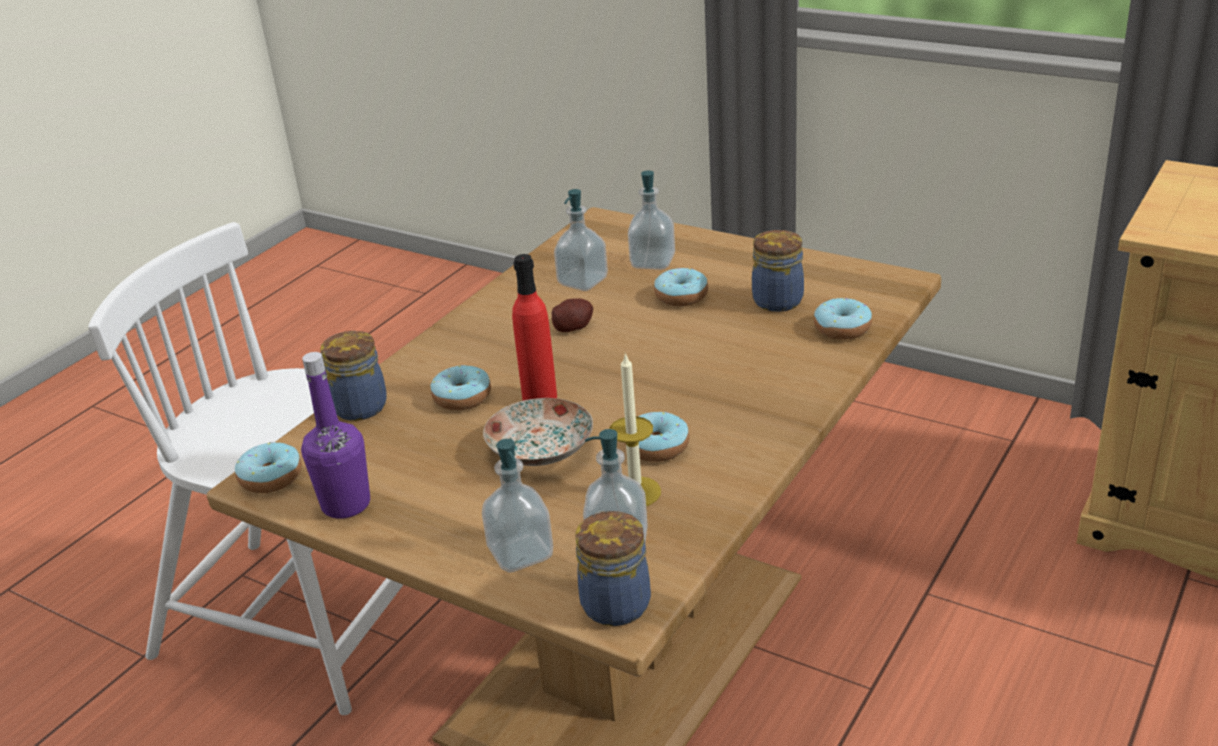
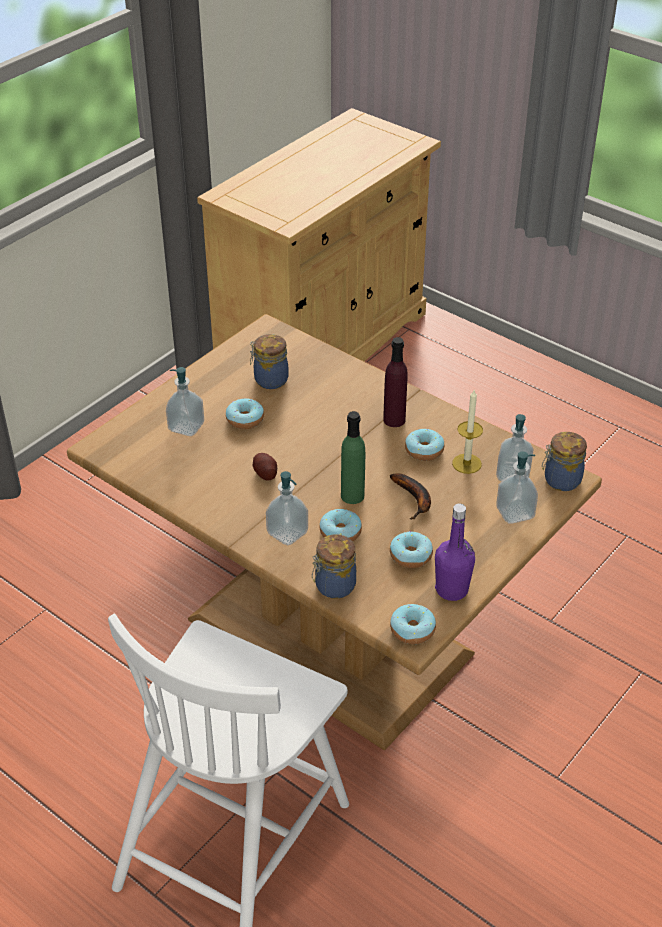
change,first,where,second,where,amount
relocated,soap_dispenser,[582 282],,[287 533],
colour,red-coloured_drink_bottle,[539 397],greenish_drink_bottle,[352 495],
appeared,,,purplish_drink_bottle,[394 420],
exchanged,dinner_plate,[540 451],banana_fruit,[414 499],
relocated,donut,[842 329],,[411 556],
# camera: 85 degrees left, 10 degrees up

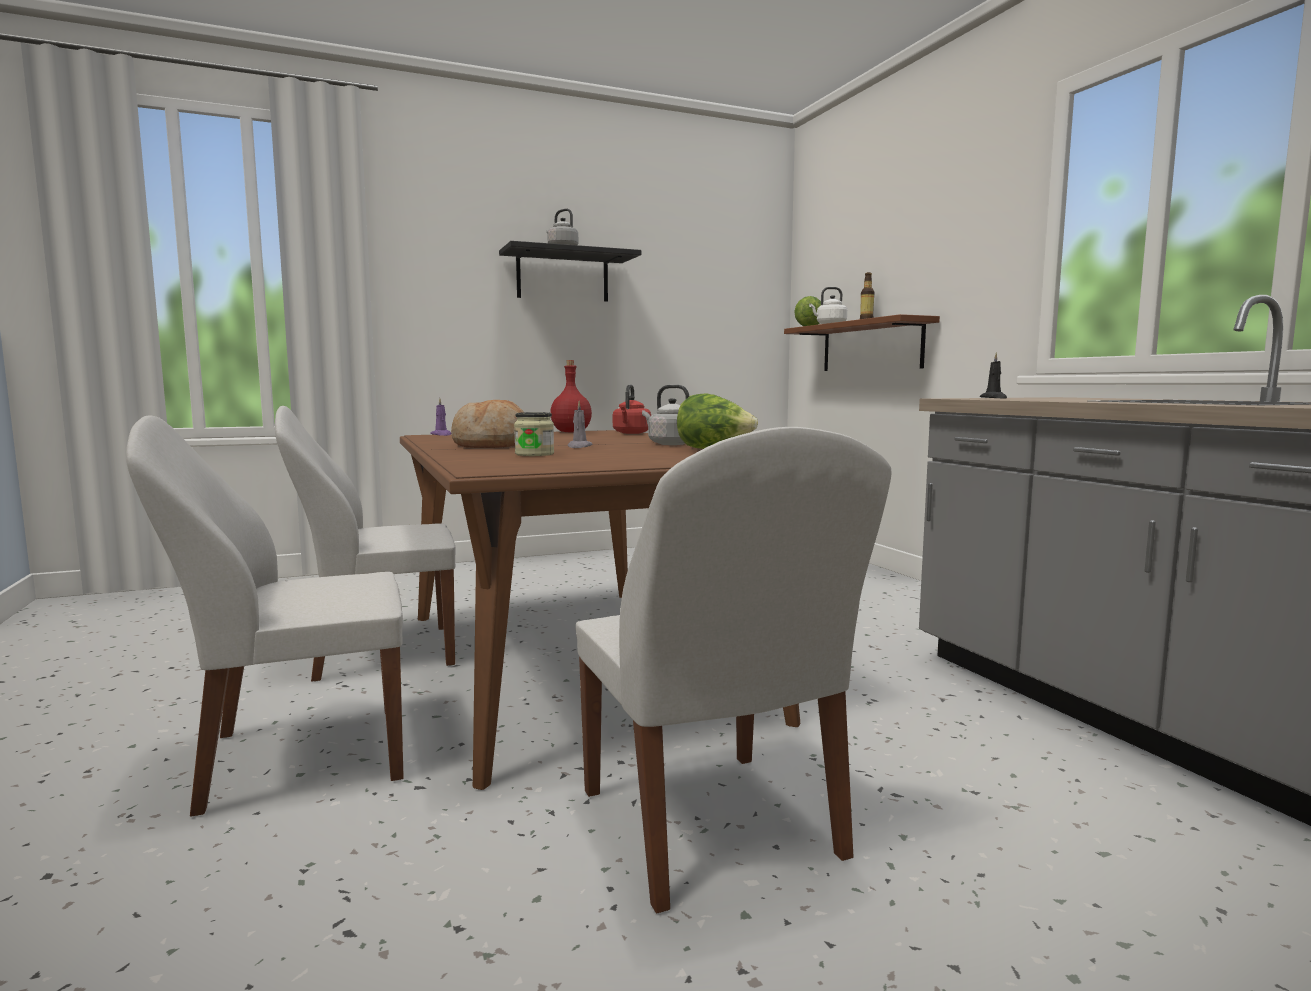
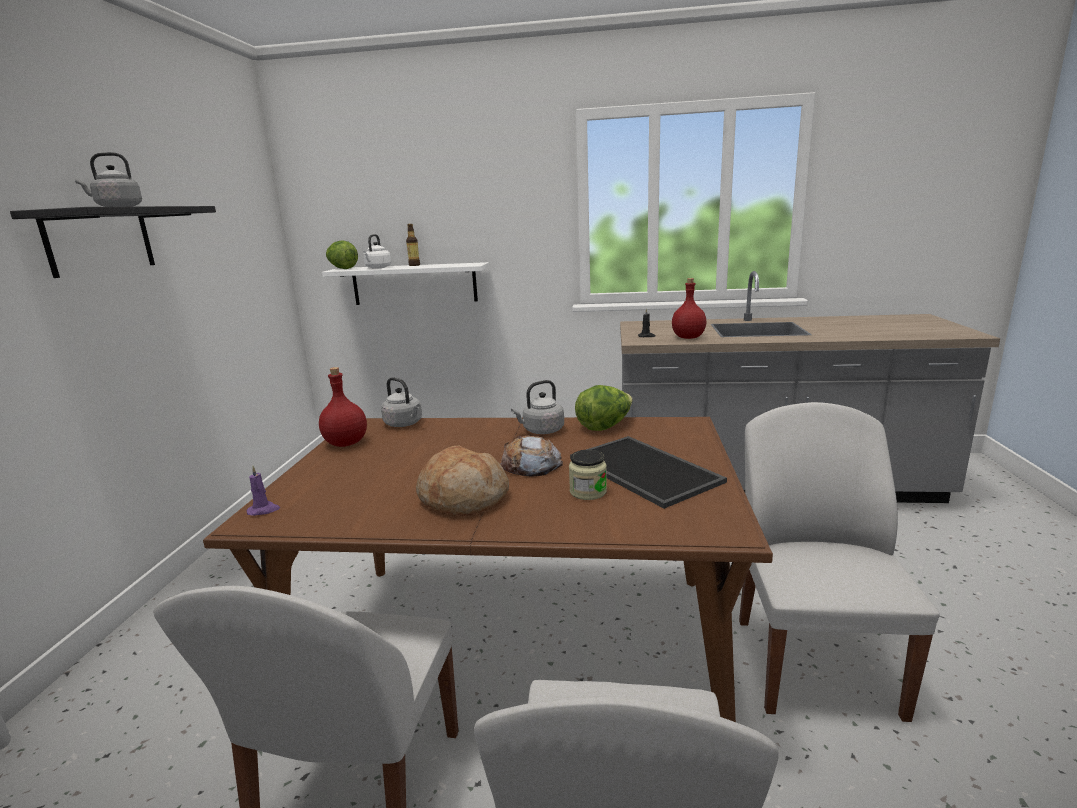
change,first,where,second,where,amount
colour,brown-coloured_wall_shelf,[871 346],white-coloured_wall_shelf,[414 284],
colour,red-coloured_tea_kettle,[631 433],greyish_tea_kettle,[404 424],
exchanged,greyish_wax_candle,[579 447],bakery_bread,[531 465],
appeared,,,tray,[646 470],
appeared,,,red-coloured_drink_bottle,[688 337],
spun,white-coloured_chair,[712 828],,[814 662],90 degrees counterclockwise
# camera: 60 degrees left, 10 degrees up

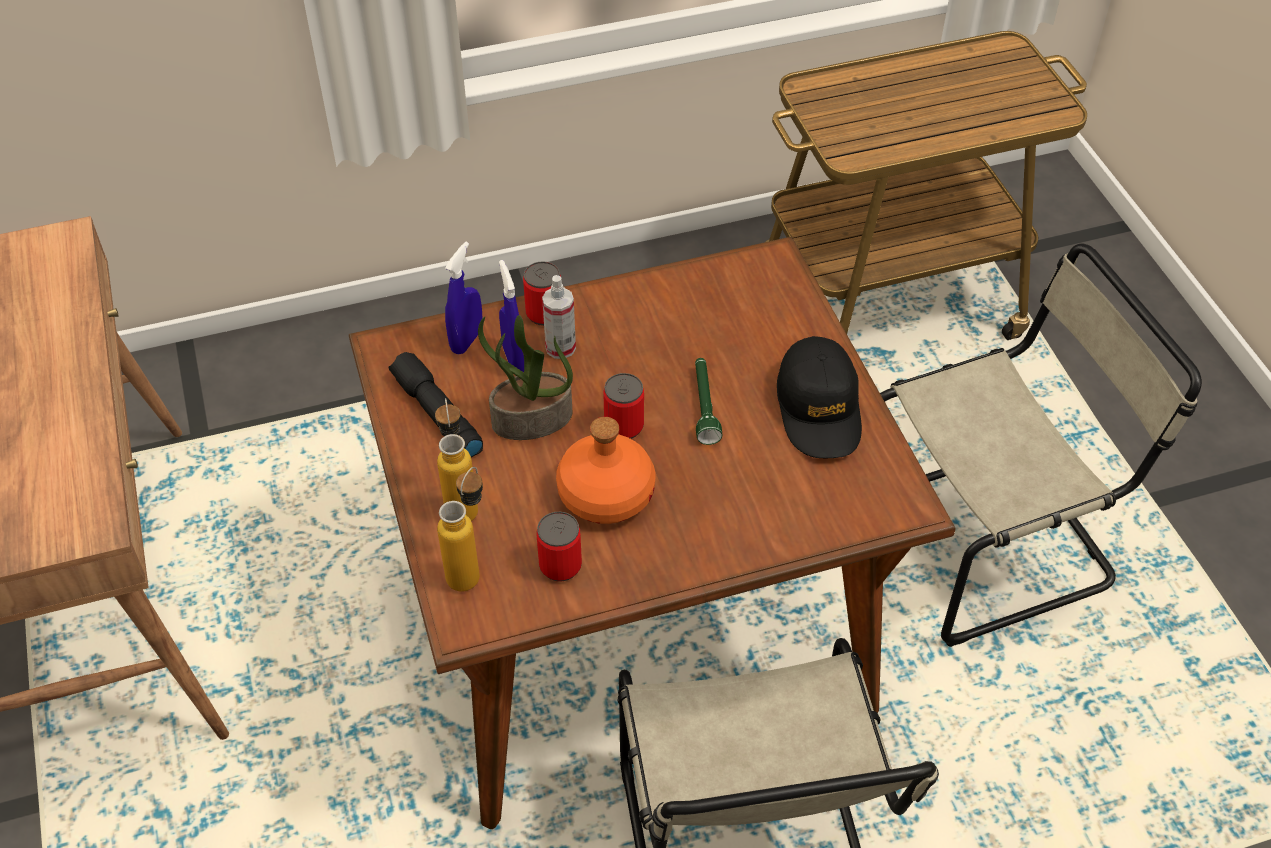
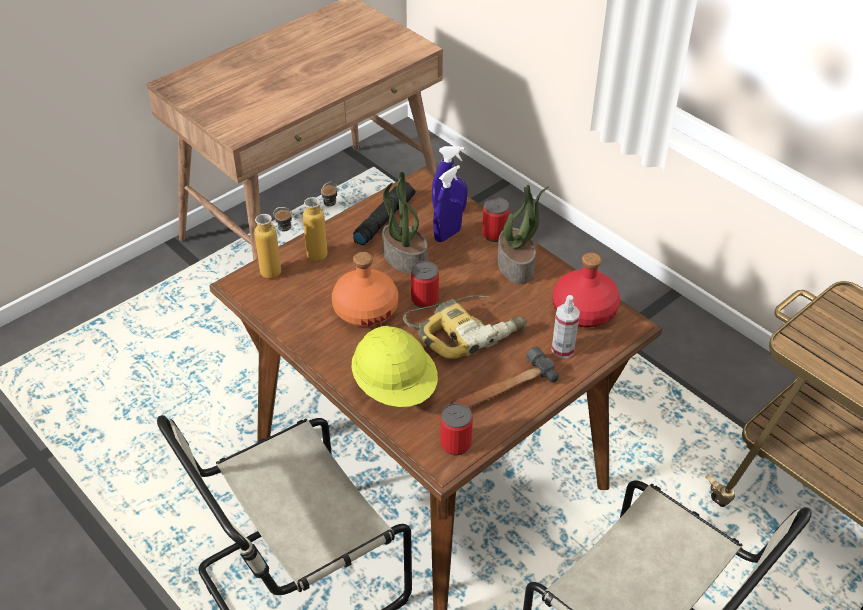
change,first,where,second,where,amount
appeared,,,yellow-coloured_hard_hat,[395 387],
exchanged,greenish_torch,[704 406],power_drill,[466 331],
relocated,sealed_can,[560 566],,[455 444],
exchanged,blackish_cap,[819 408],hand_hammer,[502 389],
appeared,,,houseplant,[516 266],
relocated,spray_bottle,[560 348],,[562 349],
appeared,,,red-coloured_drink_bottle,[585 310],
# camera: 65 degrees right, 5 degrees down

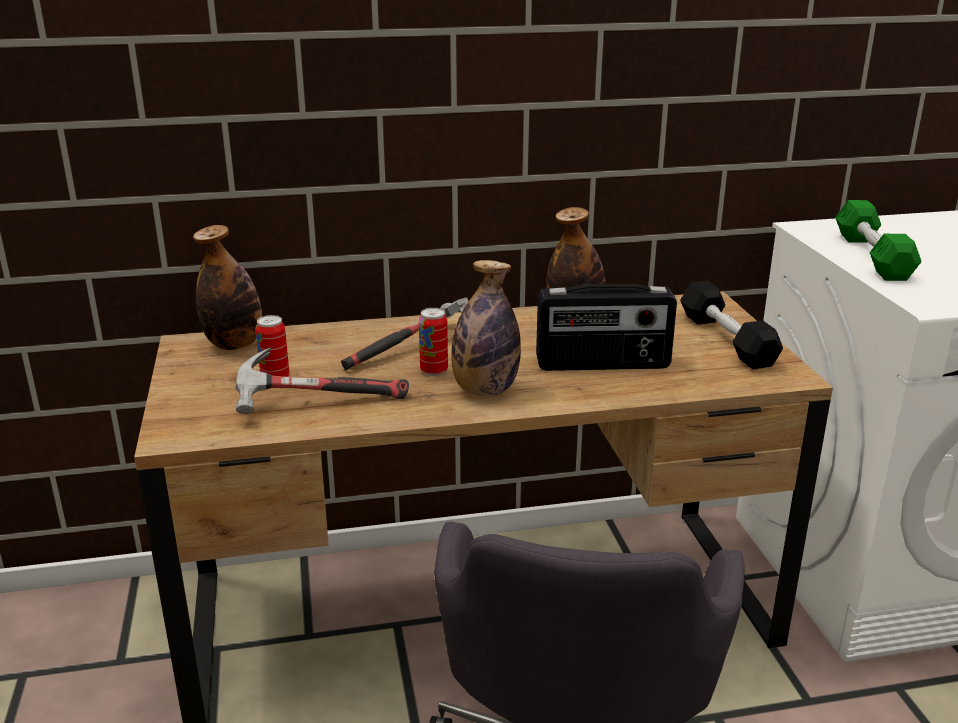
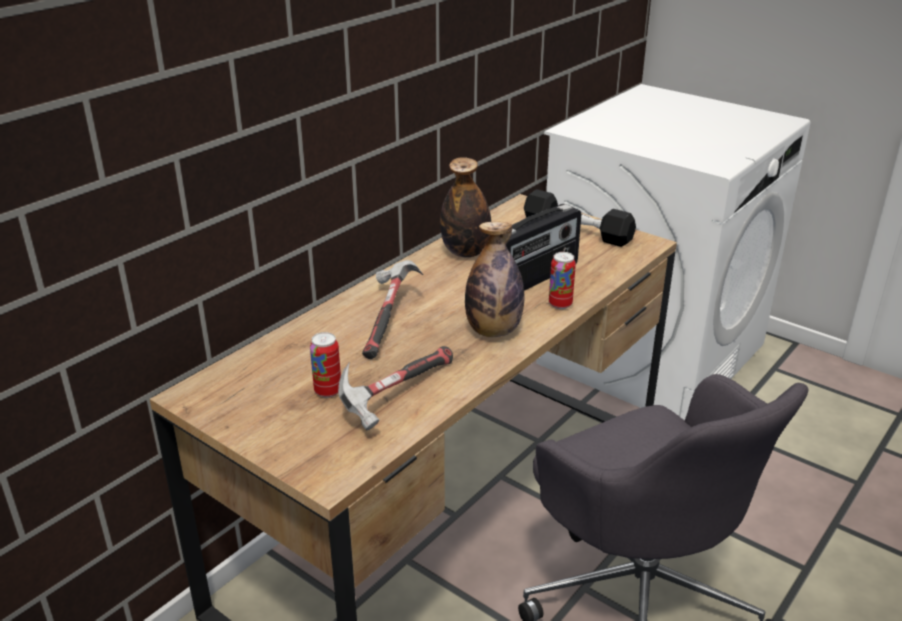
change,first,where,second,where,amount
relocated,sealed_can,[434 371],,[560 304],
missing,drink_bottle,[234 344],,,
missing,greenish_free_weight,[872 256],,,
# camera: 40 degrees left, 5 degrees up

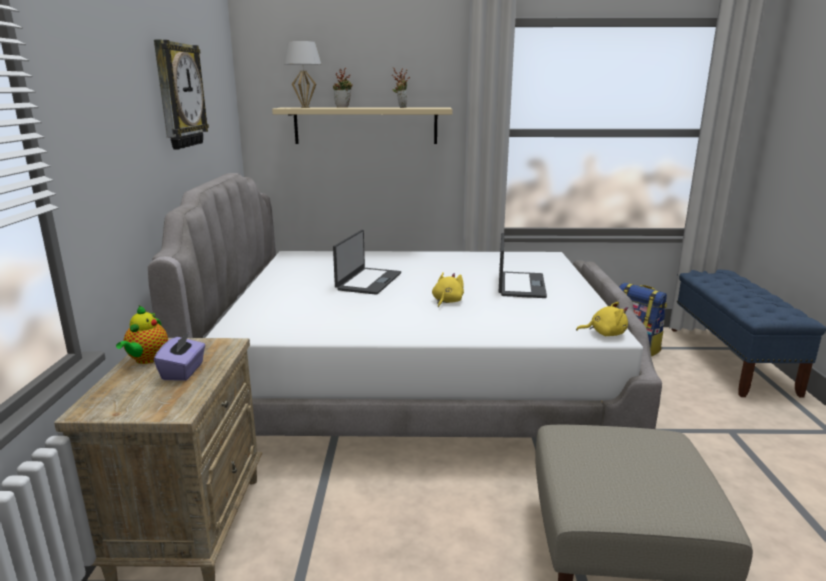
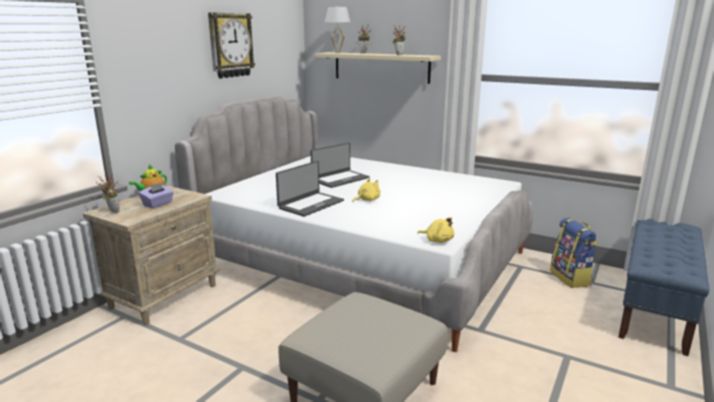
change,first,where,second,where,amount
appeared,,,houseplant,[112 211],
relocated,portable_computer,[520 285],,[310 204],
# camera: 30 degrees right, 0 degrees up

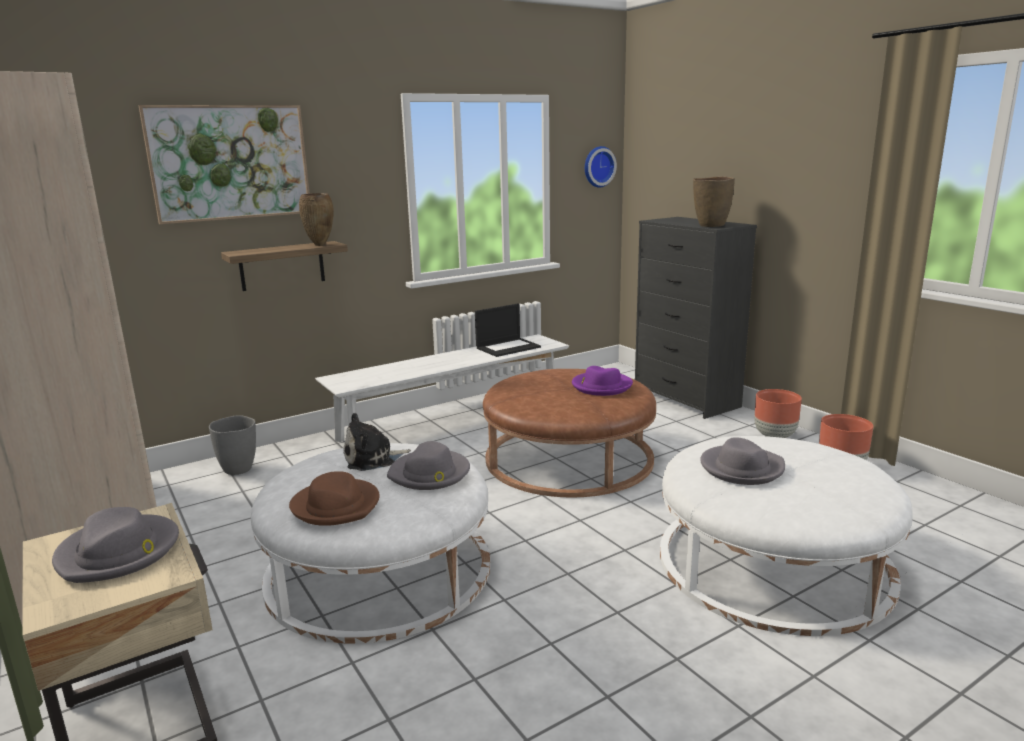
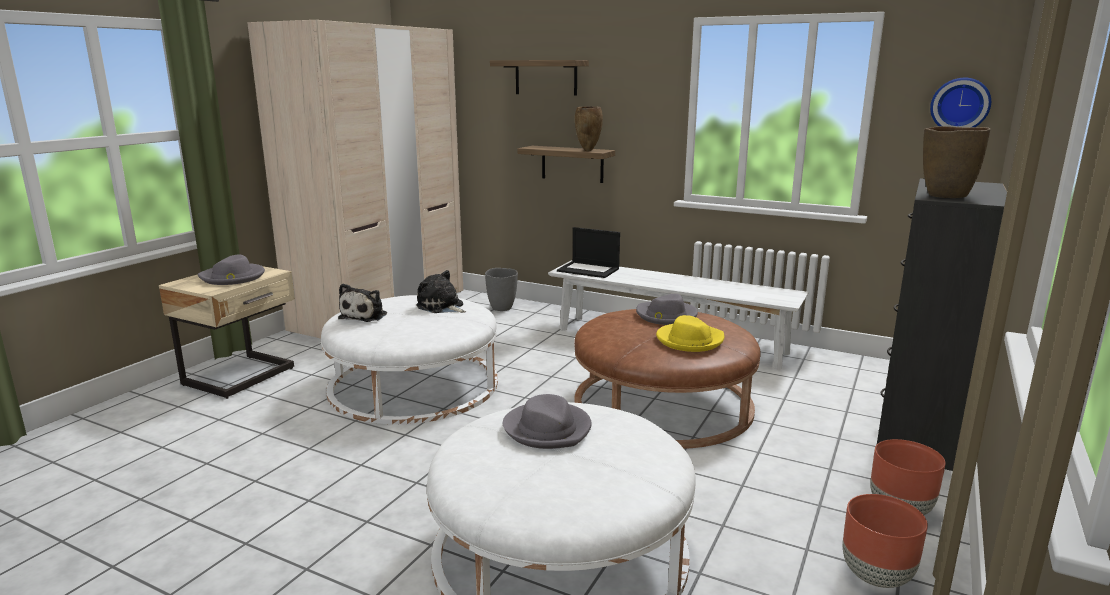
change,first,where,second,where,amount
exchanged,brown-coloured_hat,[336 506],cuddly_toy,[365 315],
exchanged,wall_picture,[230 162],wall_shelf,[546 77],
relocated,portable_computer,[508 347],,[589 270],
relocated,greyish_hat,[430 474],,[666 316],
colour,purplish_hat,[601 386],yellow-coloured_hat,[689 340],
# camera: 60 degrees right, 0 degrees up

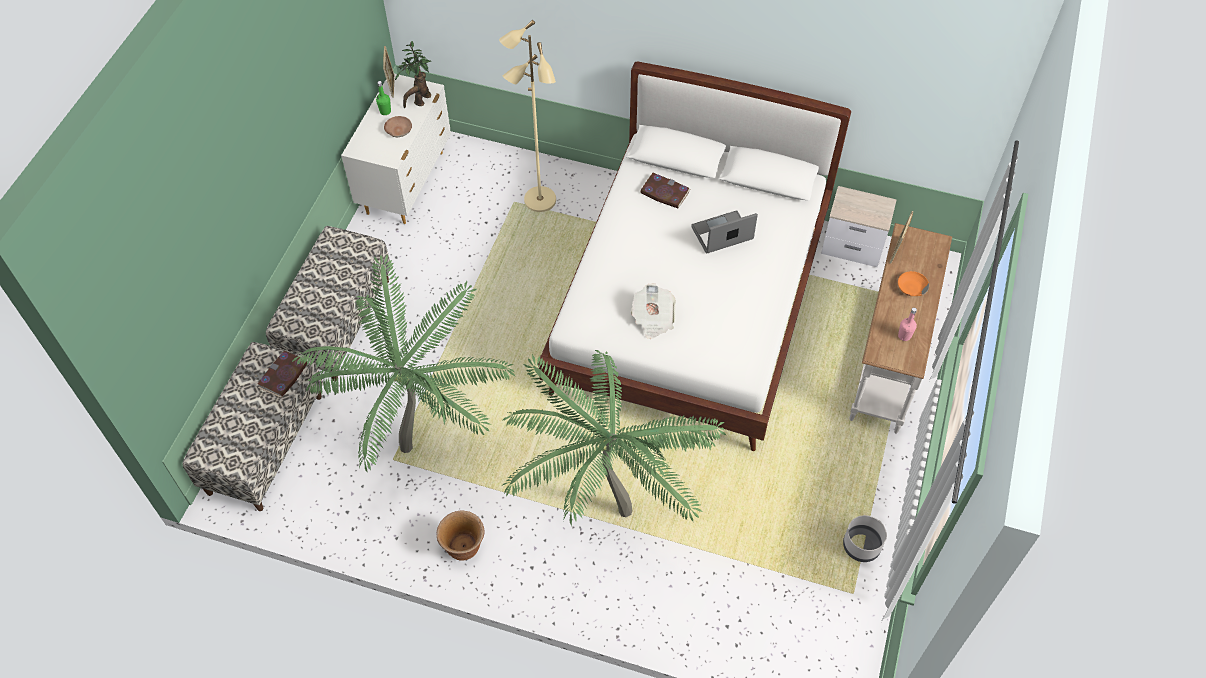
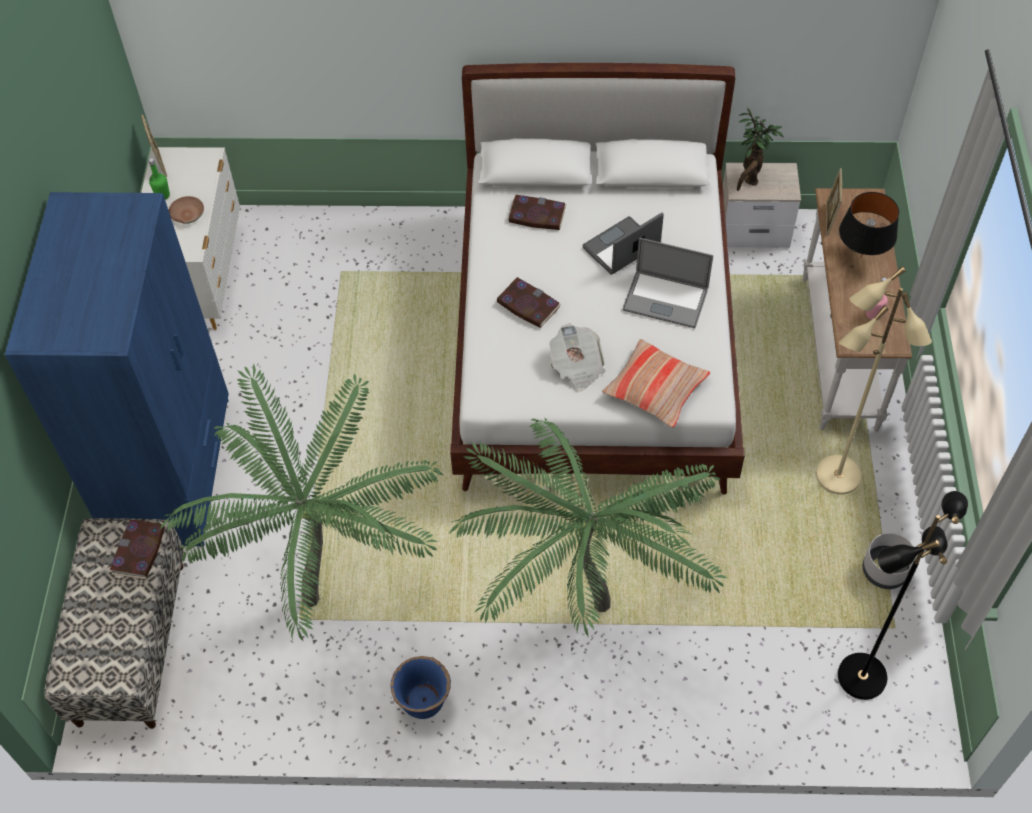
change,first,where,second,where,amount
exchanged,long_seat,[337 322],blue-coloured_wardrobe,[172 469],
colour,brown-coloured_plant_pot,[464 547],blue-coloured_plant_pot,[423 702],
appeared,,,bound_book,[528 305],
appeared,,,cushion,[655 389],
appeared,,,portable_computer,[665 299],
relocated,houseplant,[419 101],,[749 178],
relocated,beige-coloured_floor_lamp,[539 201],,[837 477],
appeared,,,blackish_floor_lamp,[861 675],
exchanged,orange_serving_bowl,[911 287],blackish_lamp_for_a_table,[860 257],
# camera: 15 degrees left, 0 degrees up

